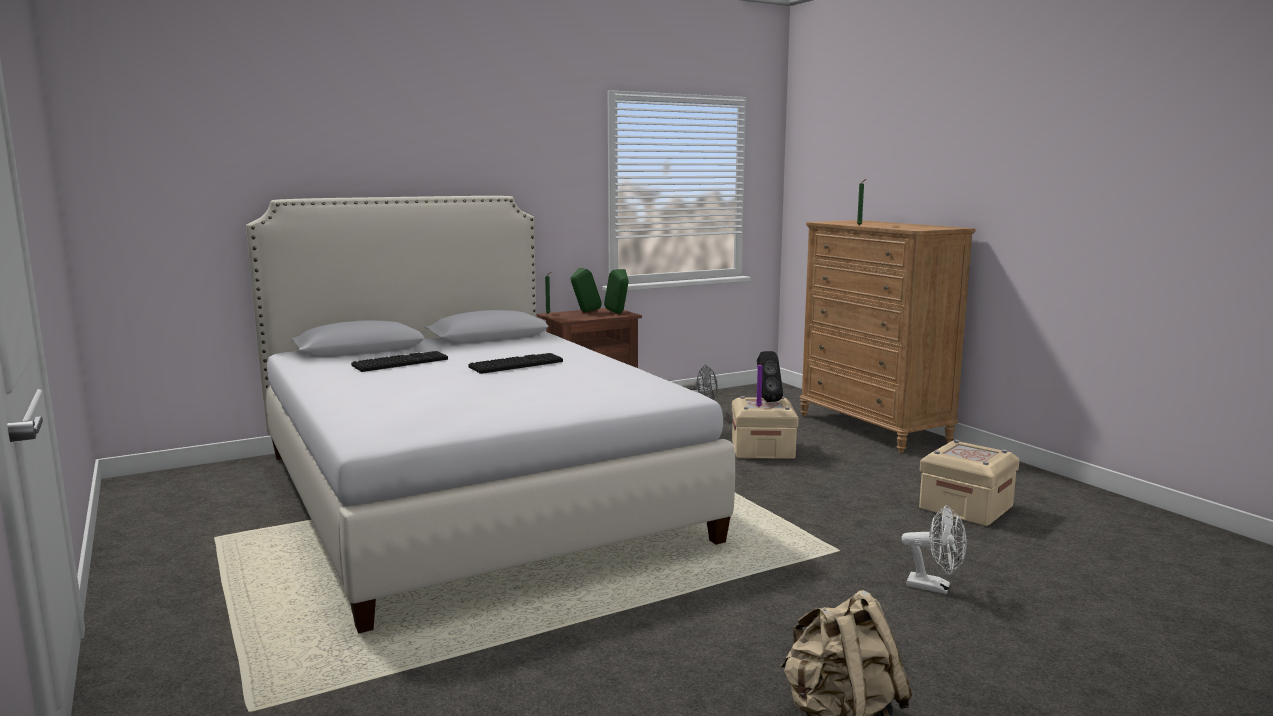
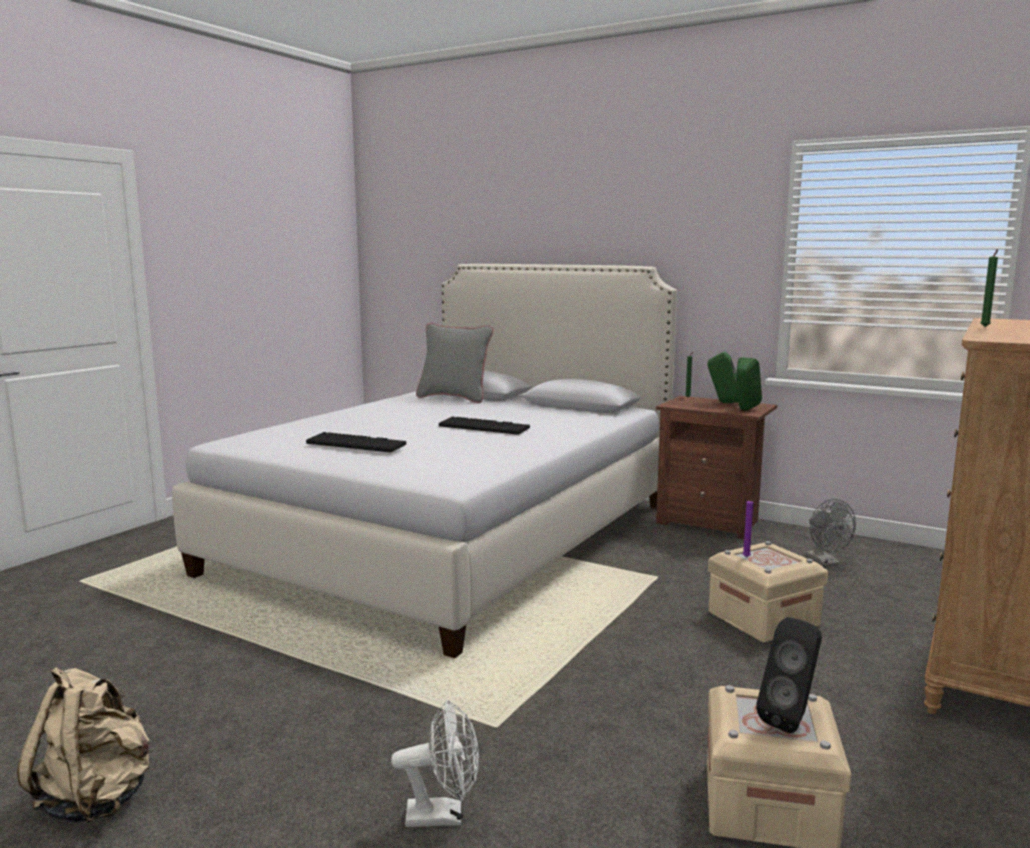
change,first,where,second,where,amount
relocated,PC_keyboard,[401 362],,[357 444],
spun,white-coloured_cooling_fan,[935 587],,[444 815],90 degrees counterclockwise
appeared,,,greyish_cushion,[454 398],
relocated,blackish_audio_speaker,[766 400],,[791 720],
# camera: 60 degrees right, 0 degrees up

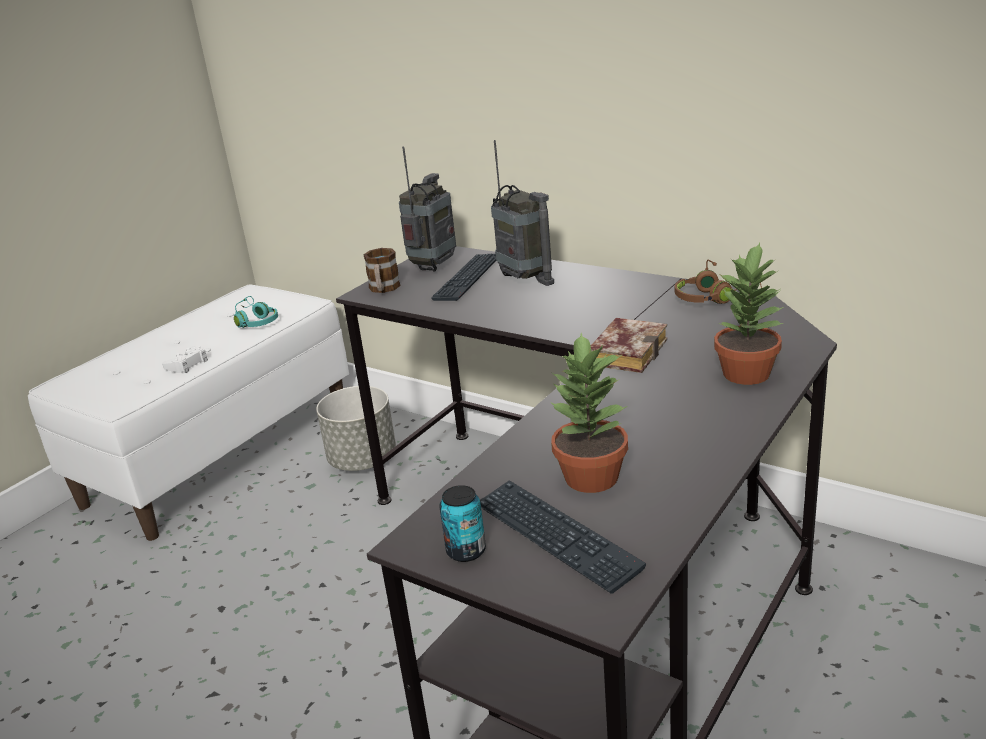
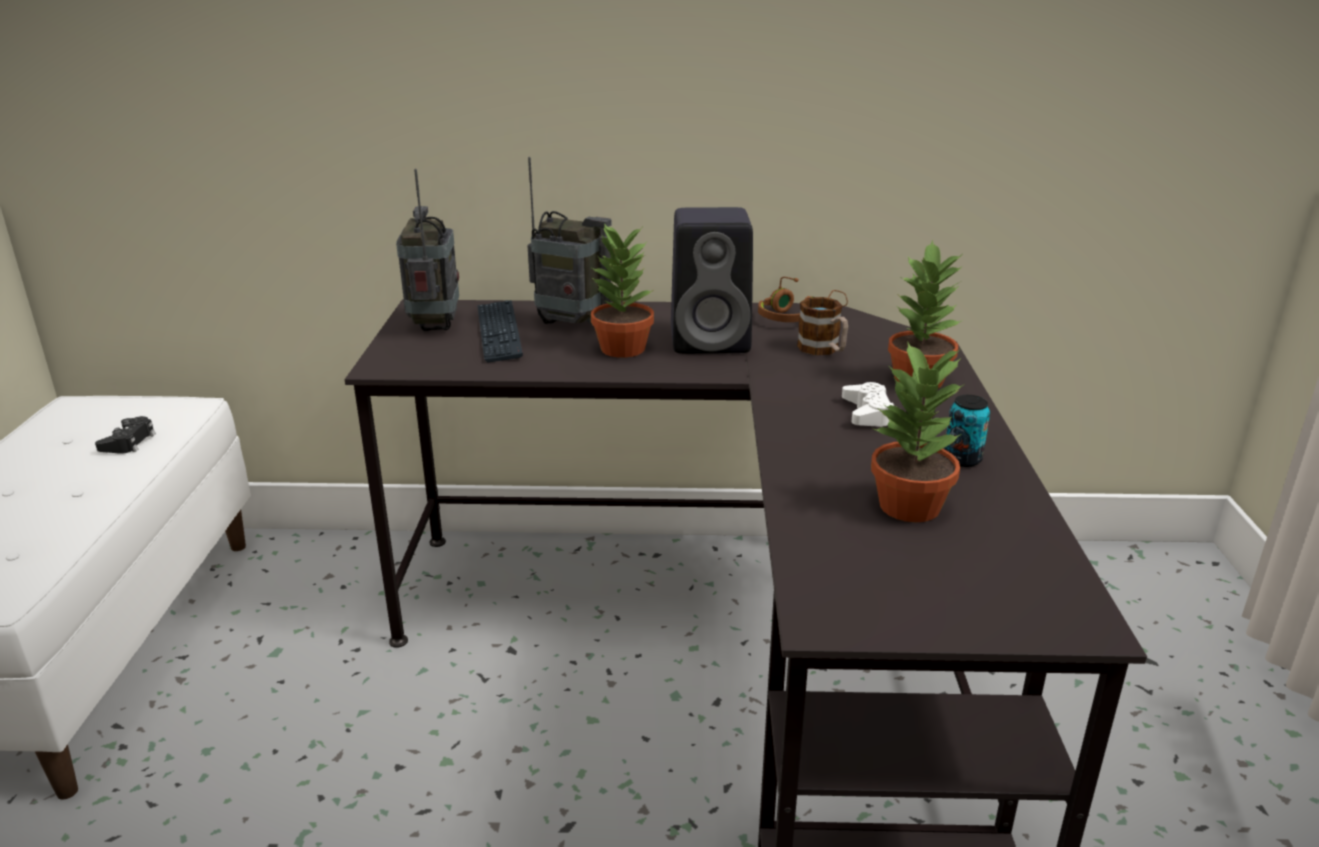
change,first,where,second,where,amount
exchanged,turquoise-coloured_headset,[256 321],blackish_game_controller,[129 442],
appeared,,,houseplant,[621 348],
appeared,,,blackish_audio_speaker,[713 340],
relocated,tea_mug,[383 289],,[823 350],
relocated,white-coloured_game_controller,[188 364],,[867 413],
relocated,sealed_can,[466 551],,[962 459],
missing,greyish_plant_pot,[363 460],,,
missing,PC_keyboard,[555 536],,,
missing,bound_book,[626 351],,,
# camera: 35 degrees left, 0 degrees up

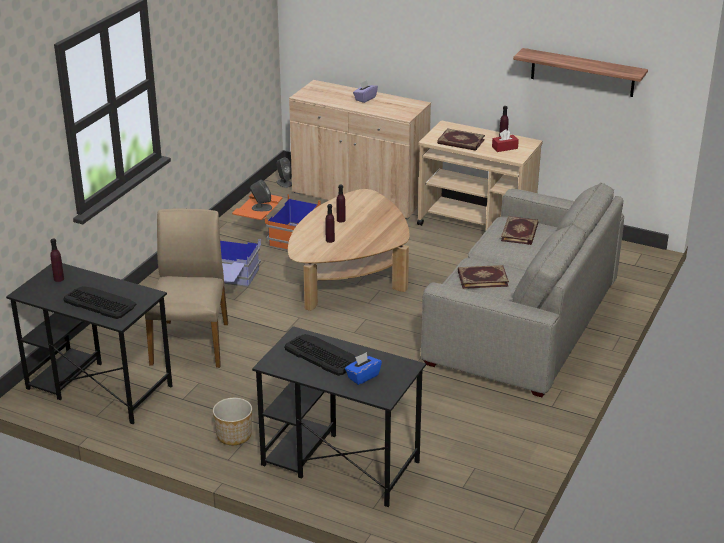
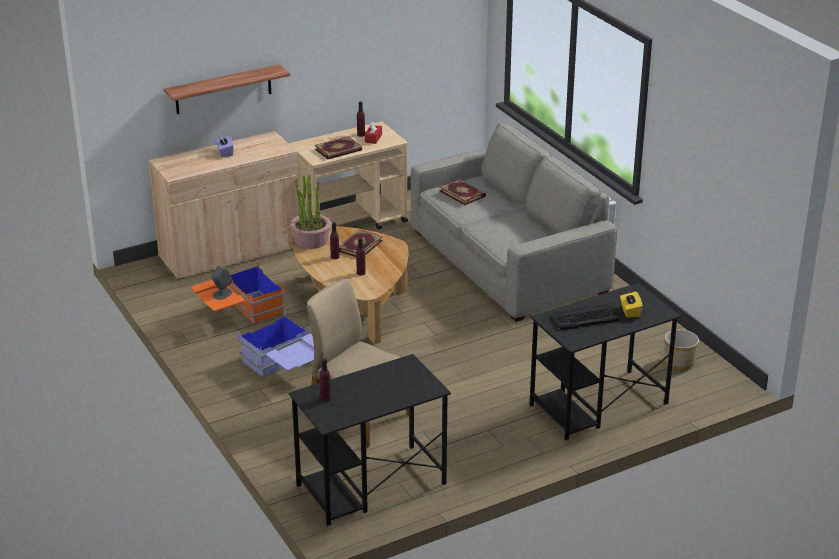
change,first,where,second,where,amount
relocated,wall_shelf,[582 72],,[223 89],
appeared,,,houseplant,[311 240],
relocated,bound_book,[482 278],,[358 245],
colour,blue-coloured_tissue_box,[363 376],yellow-coloured_tissue_box,[630 311],
relocated,plant_pot,[234 436],,[679 362],
missing,PC_keyboard,[99 303],,,
missing,greyish_audio_speaker,[284 183],,,
# camera: 55 degrees left, 0 degrees up

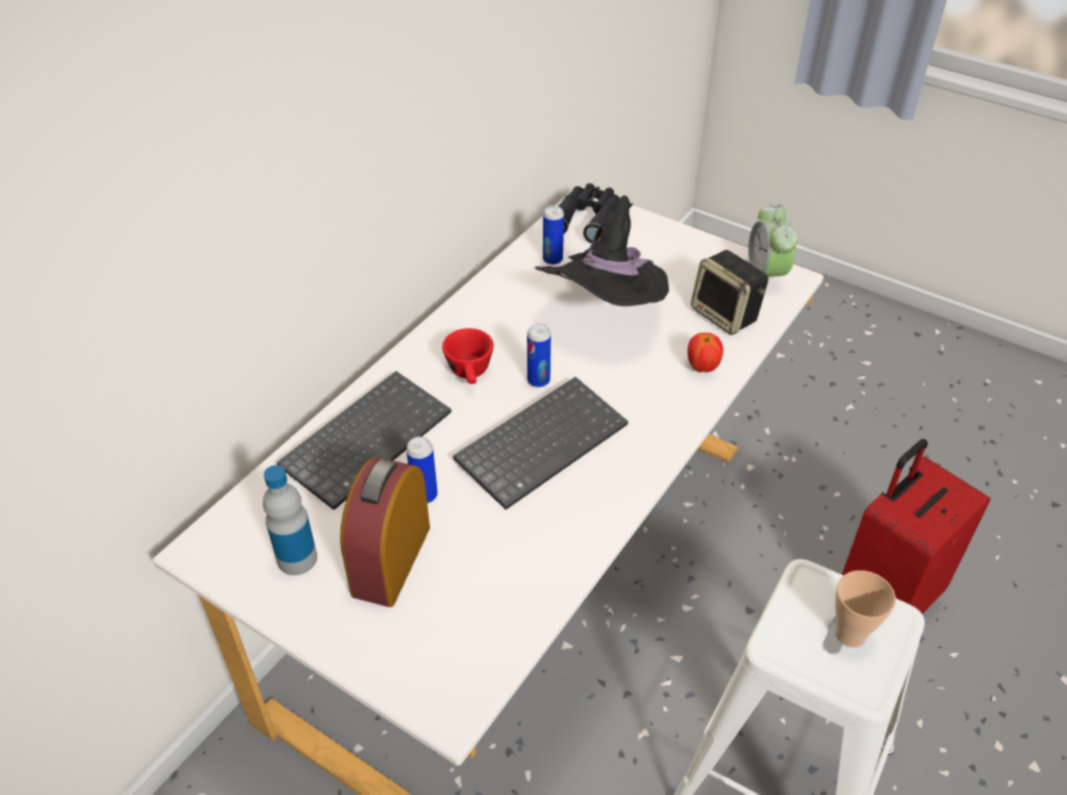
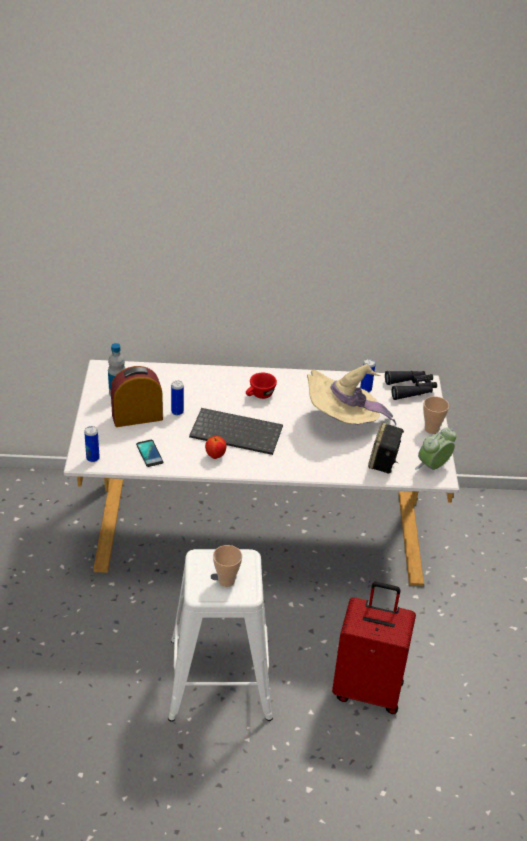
change,first,where,second,where,amount
relocated,sealed_can,[538 380],,[93 458],
appeared,,,handset,[149 453],
relocated,whole_apple,[702 367],,[215 456],
colour,blackish_hat,[607 313],beige-coloured_hat,[343 422],
appeared,,,cup,[431 429],
missing,PC_keyboard,[366 438],,,
# camera: 55 degrees right, 5 degrees down

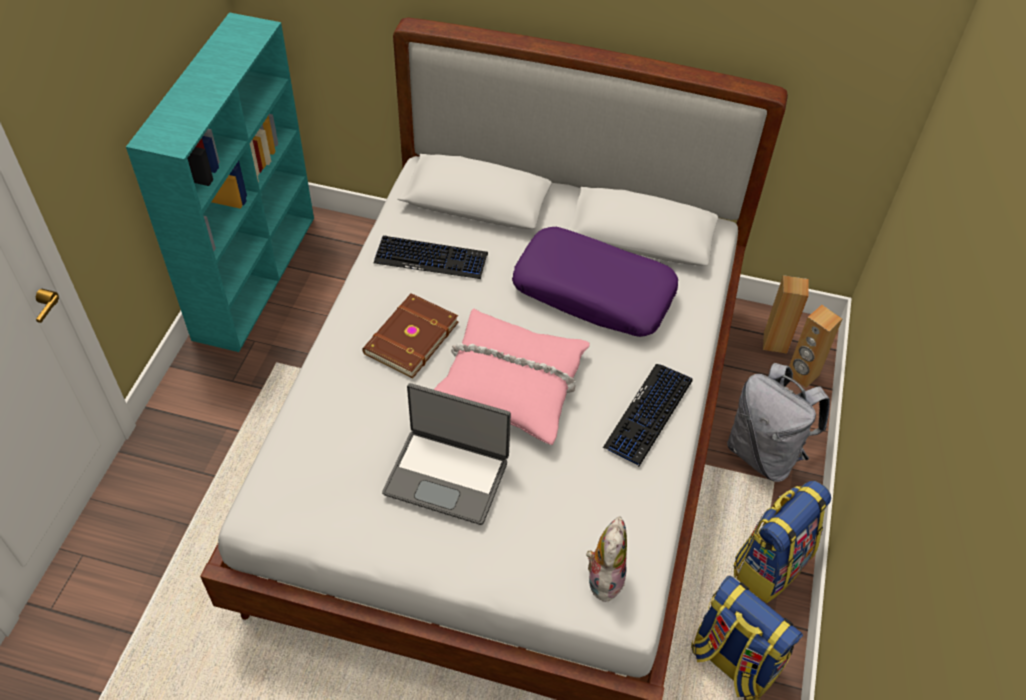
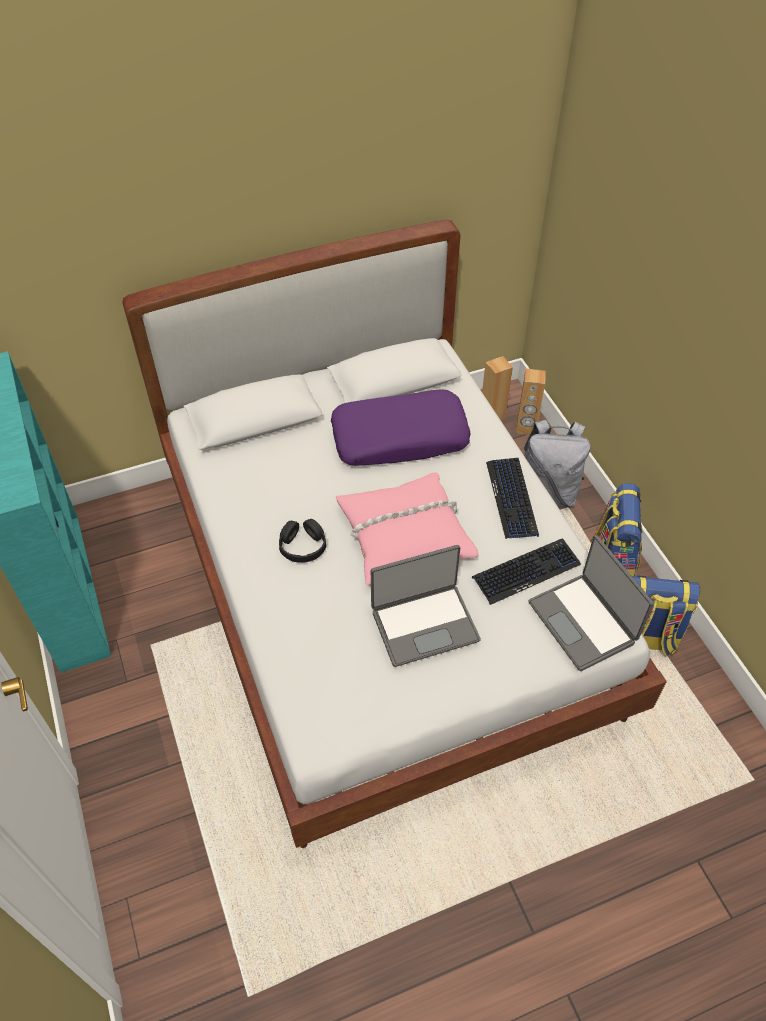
change,first,where,second,where,amount
exchanged,brown-coloured_bound_book,[409 337],blackish_headset,[303 546],
relocated,PC_keyboard,[431 259],,[526 571],
exchanged,cuddly_toy,[603 577],portable_computer,[583 622],
# camera: 35 degrees left, 0 degrees up

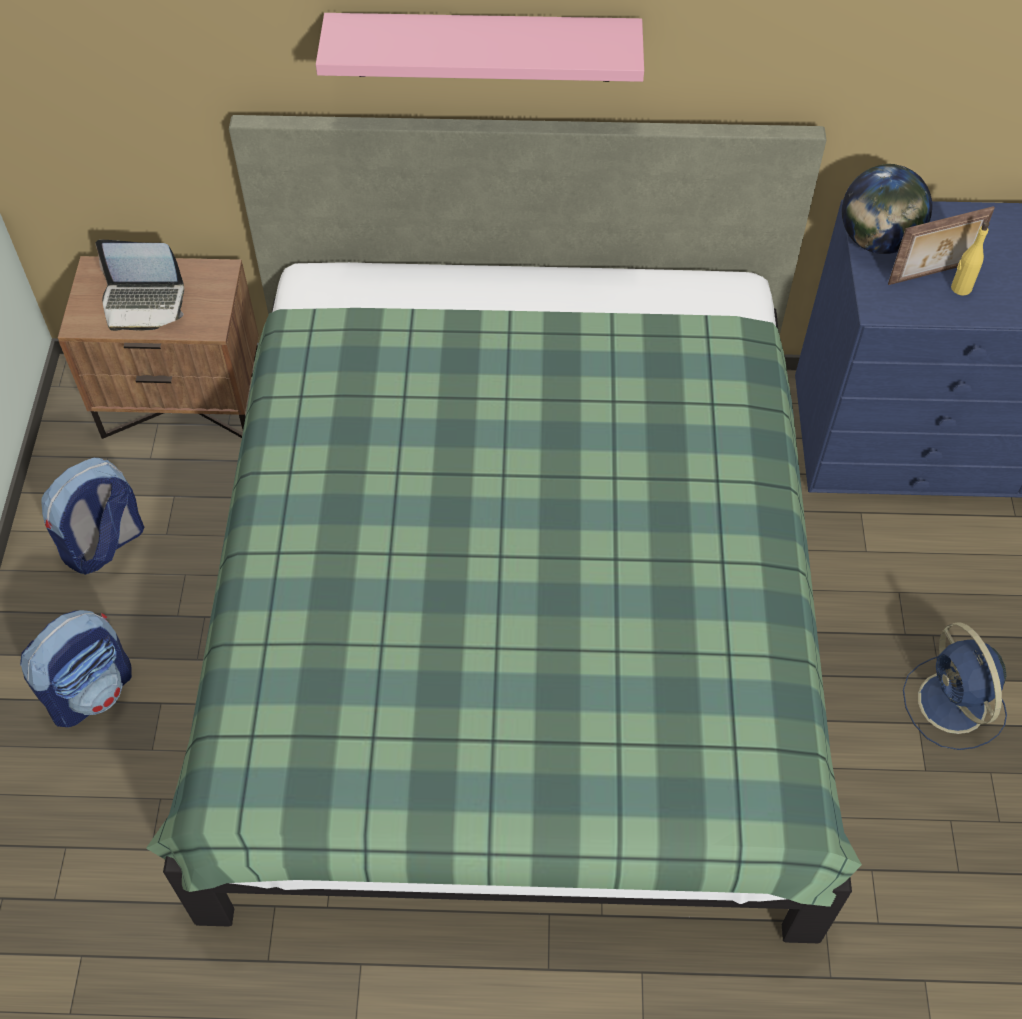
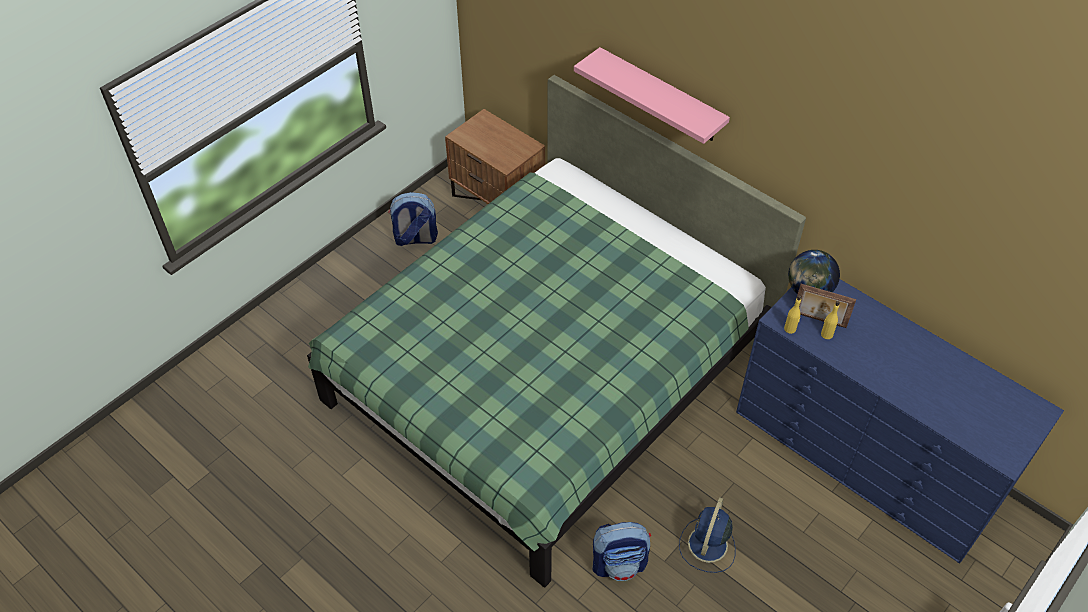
change,first,where,second,where,amount
relocated,backpack,[91 690],,[619 563],
appeared,,,yellow-coloured_drink_bottle,[790 329],
missing,portable_computer,[144 303],,,
# camera: 40 degrees right, 5 degrees down

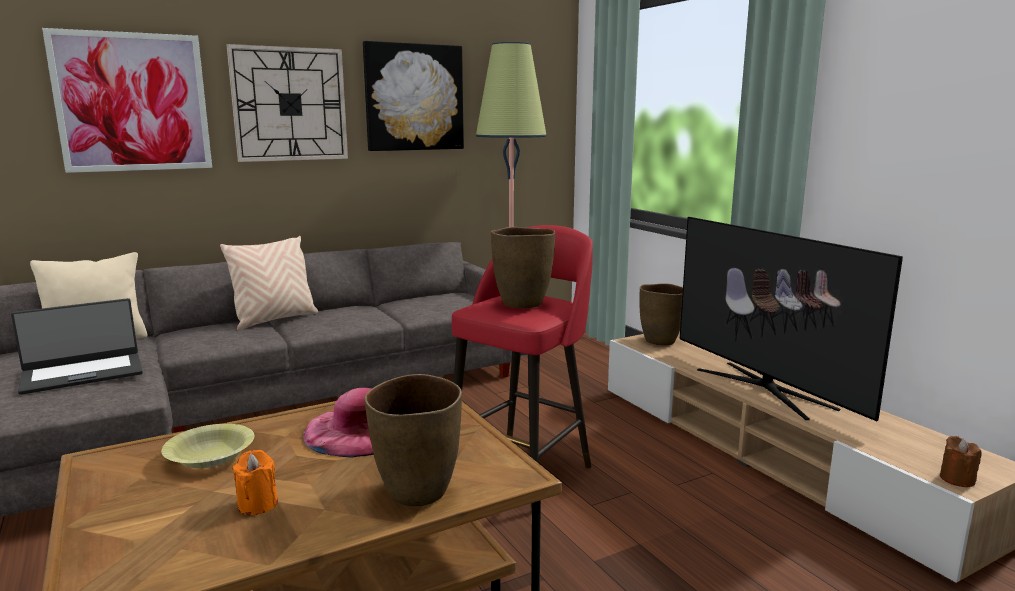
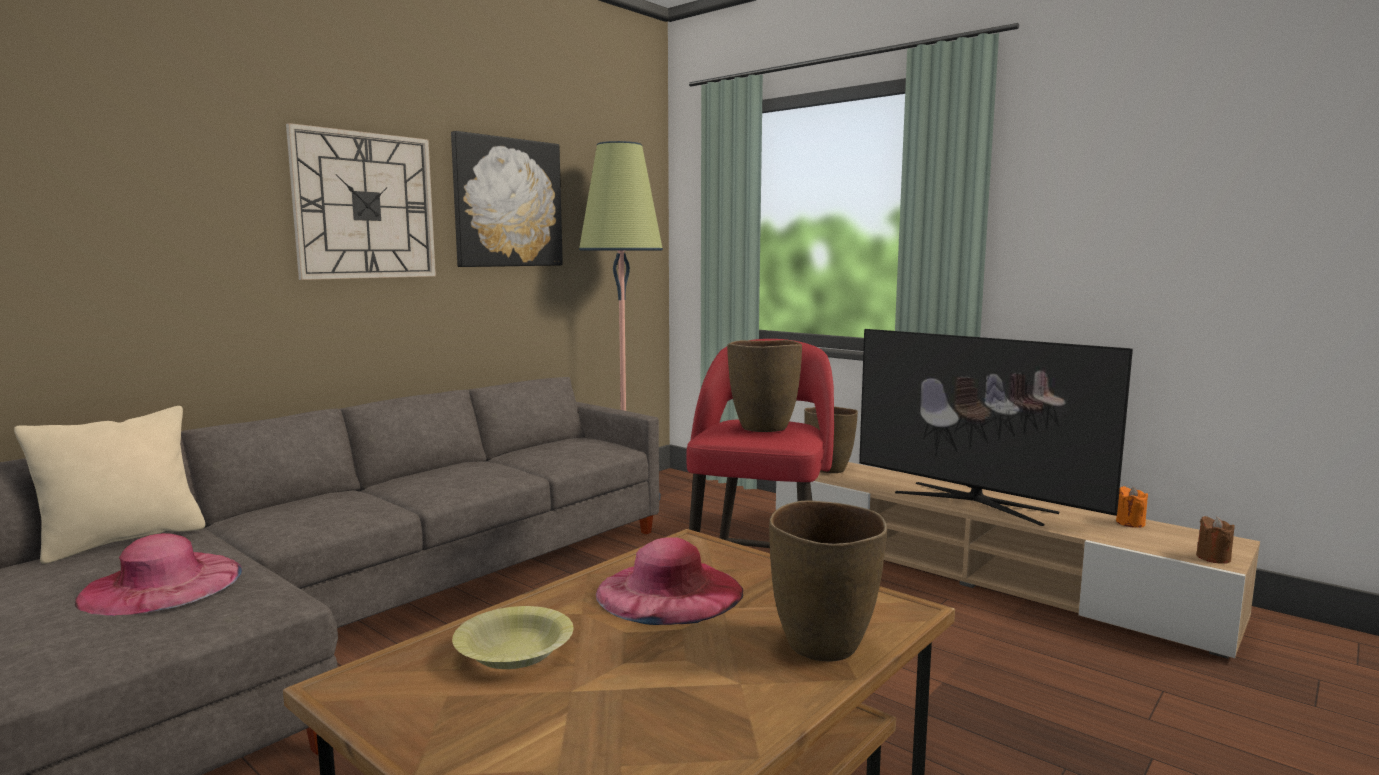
change,first,where,second,where,amount
exchanged,portable_computer,[82 373],pink_hat,[162 584],
relocated,orange_wax_candle,[258 504],,[1130 523],
missing,wall_picture,[133 102],,,
missing,beige-coloured_cushion,[274 320],,,
# camera: 20 degrees left, 5 degrees down

